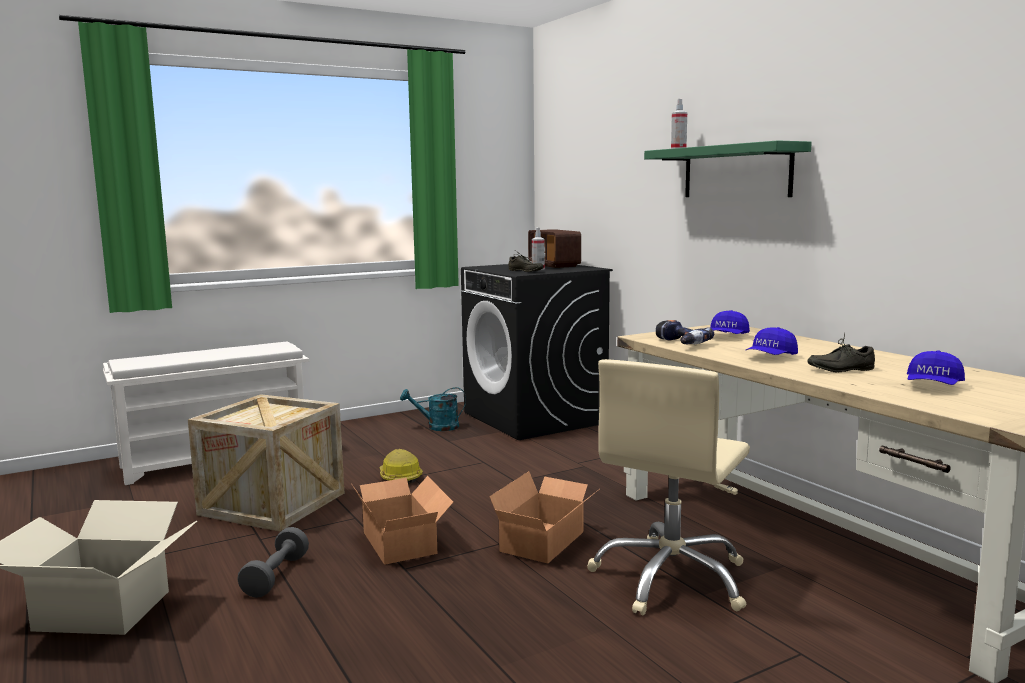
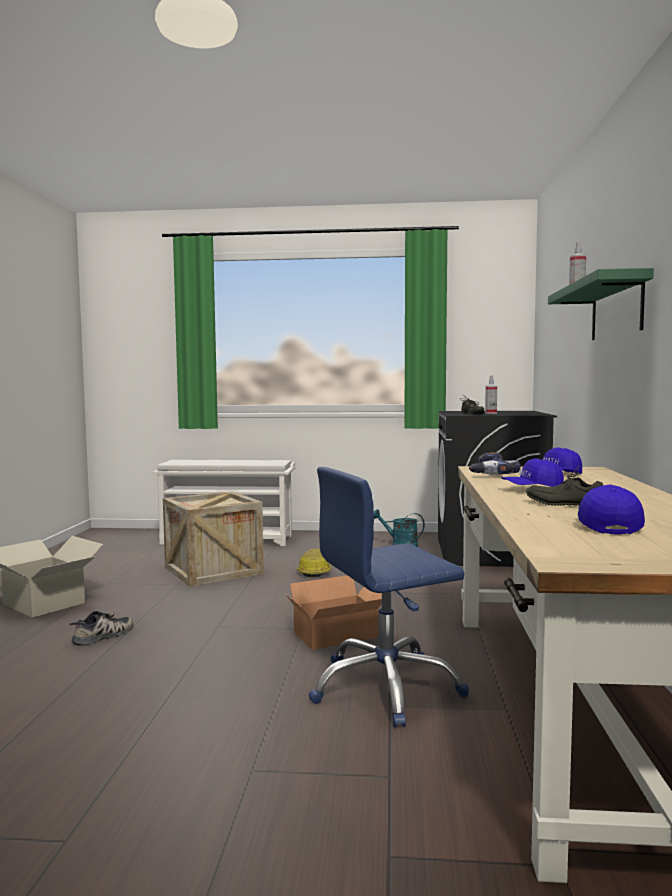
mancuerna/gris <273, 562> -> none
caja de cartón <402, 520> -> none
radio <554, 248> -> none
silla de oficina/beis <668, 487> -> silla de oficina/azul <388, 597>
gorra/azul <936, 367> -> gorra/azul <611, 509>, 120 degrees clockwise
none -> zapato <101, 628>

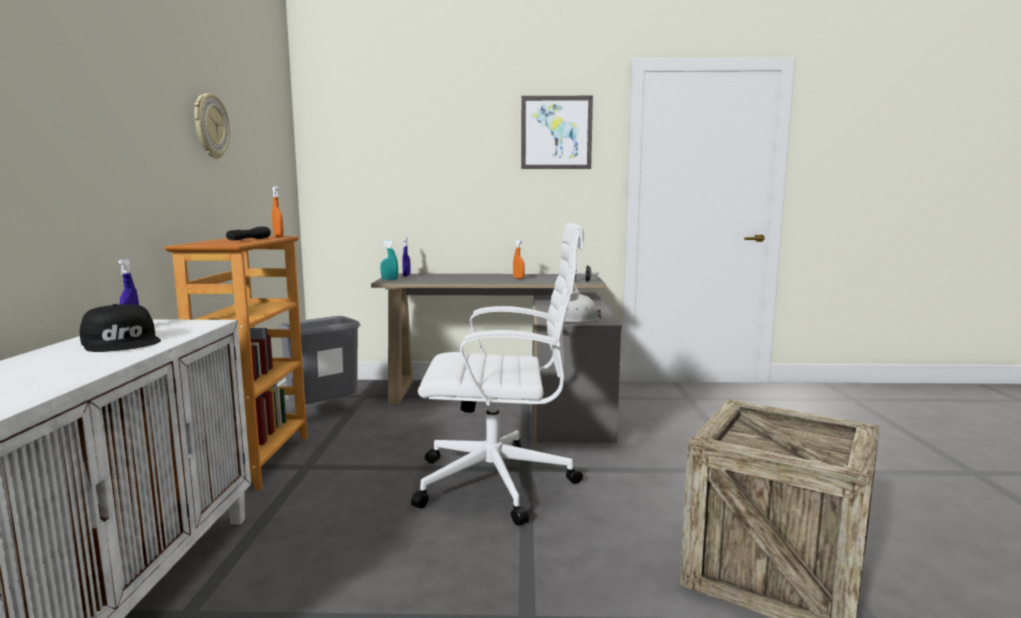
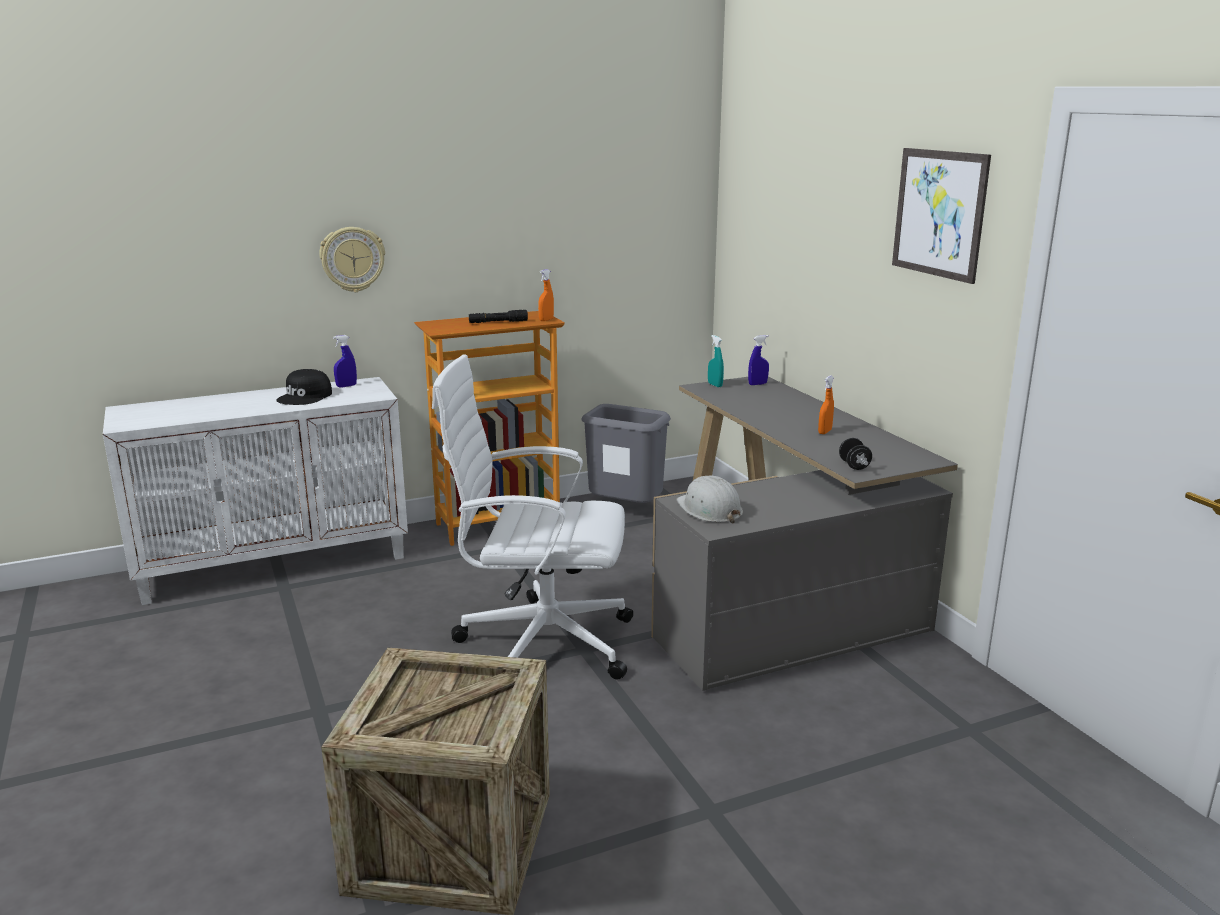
reloj de pared <212, 126> -> reloj de pared <352, 259>, shifted
silla de oficina/blanco <497, 374> -> silla de oficina/blanco <532, 517>, 120 degrees clockwise

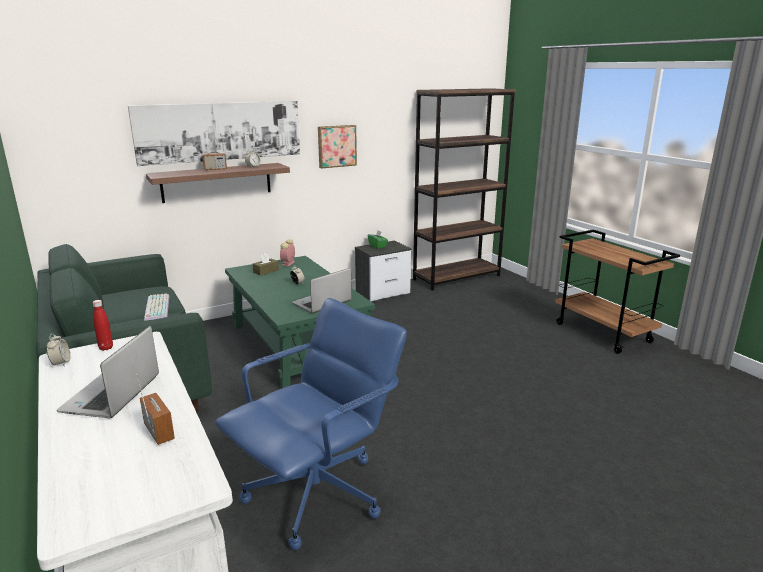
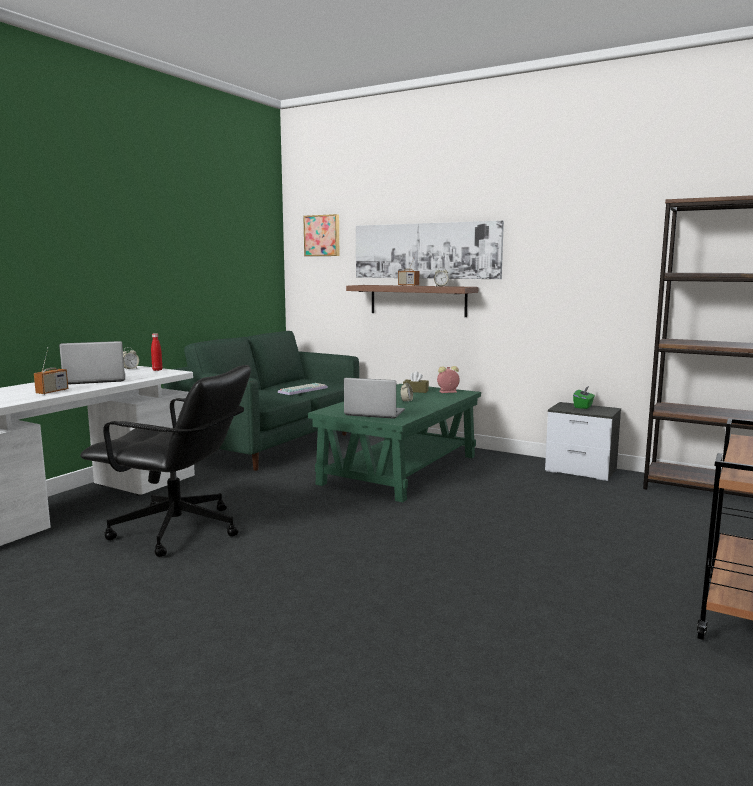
silla de oficina/azul <311, 424> -> silla de oficina/negro <165, 461>
cuadro <337, 147> -> cuadro <321, 235>, shifted

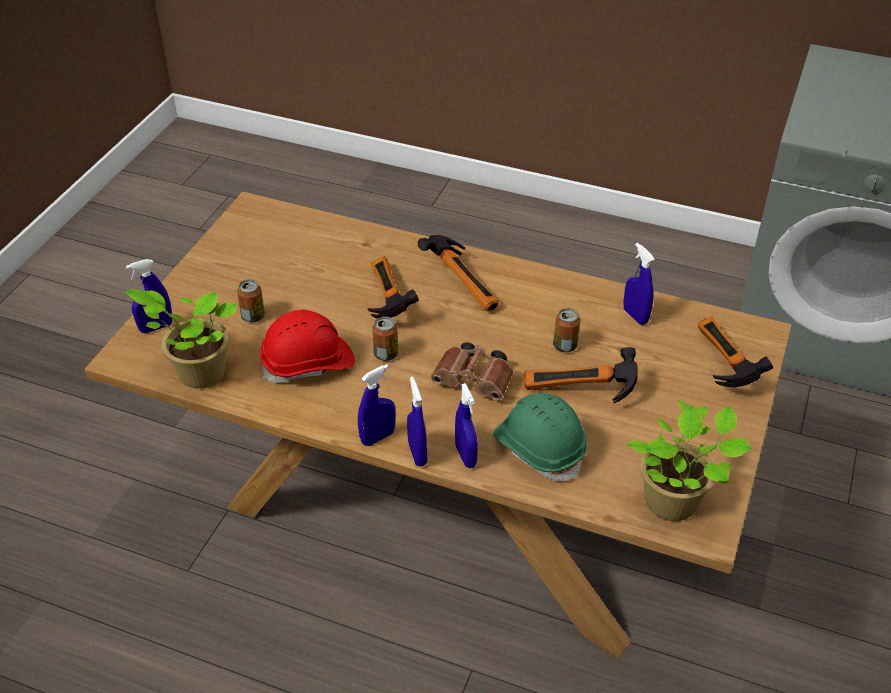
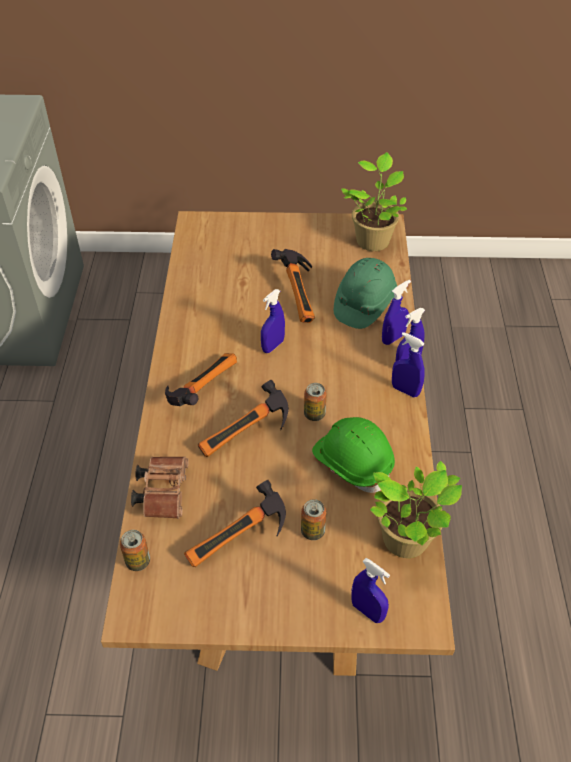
casco/rojo <307, 346> -> casco/verde <353, 455>
prismáticos/marrón <472, 371> -> prismáticos/marrón <160, 487>, shifted
lata <566, 330> -> lata <135, 550>, shifted
pulverizador/azul <639, 284> -> pulverizador/azul <273, 321>, shifted
martillo <735, 352> -> martillo <235, 523>, shifted

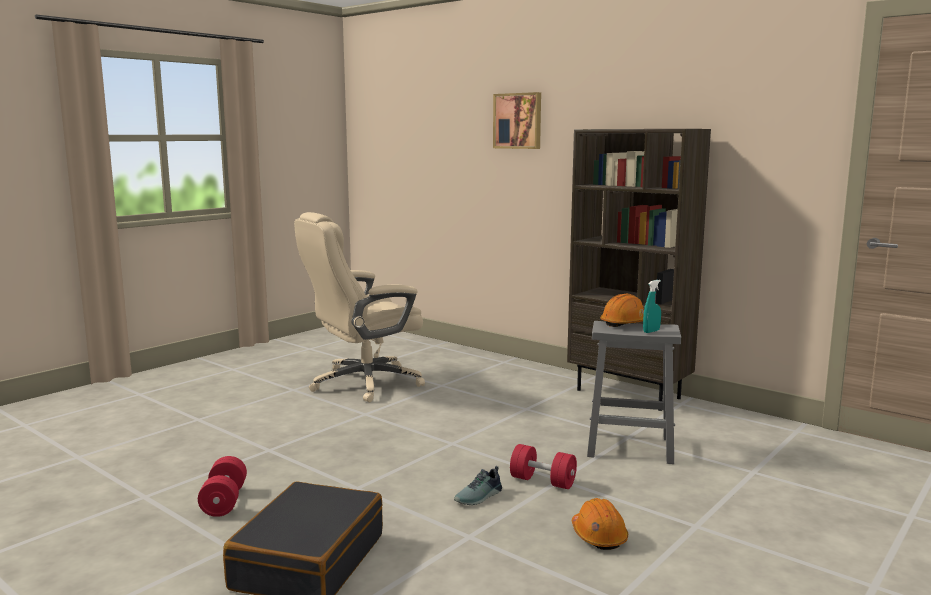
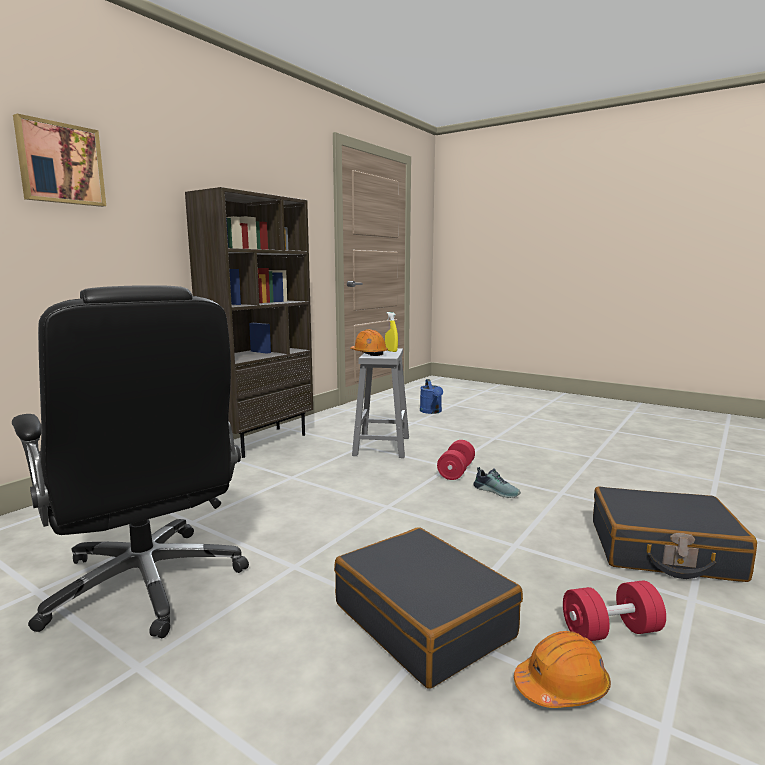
silla de oficina/beis <359, 307> -> silla de oficina/negro <130, 461>
casco/naranja <600, 524> -> casco/naranja <562, 669>, shifted
pulverizador/turquesa <652, 306> -> pulverizador/amarillo <391, 332>
none -> maleta/negro <428, 608>
none -> regadera/azul <431, 396>

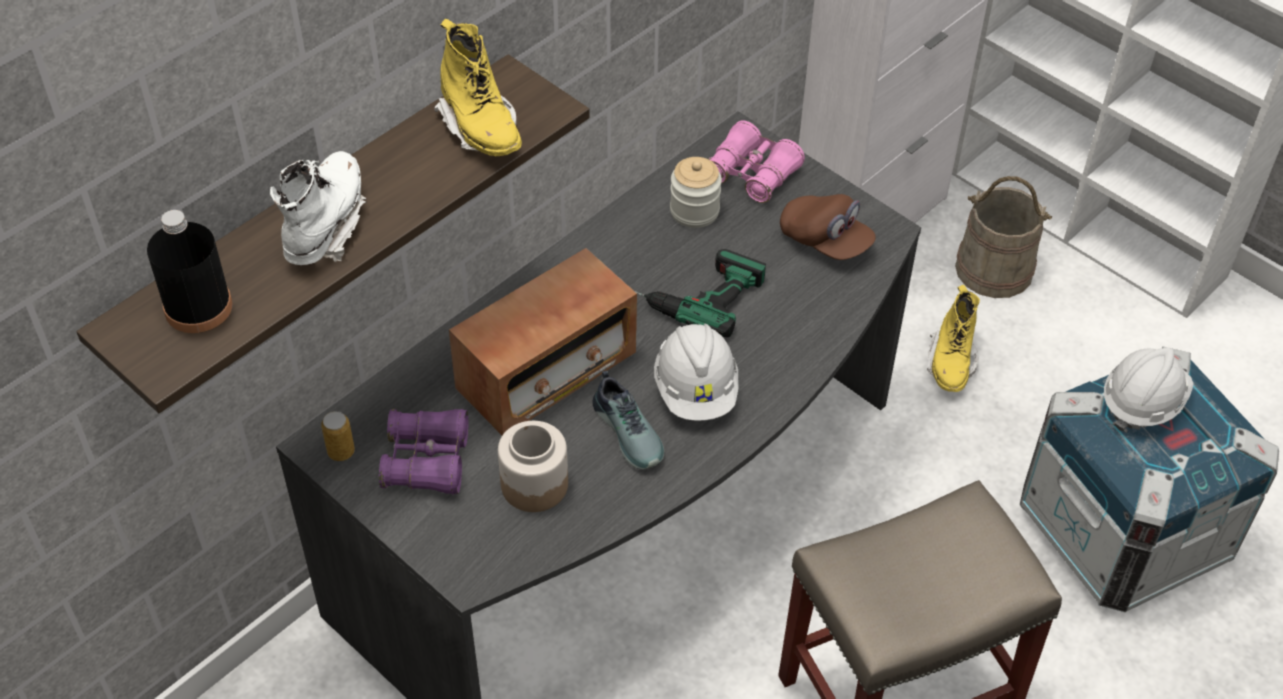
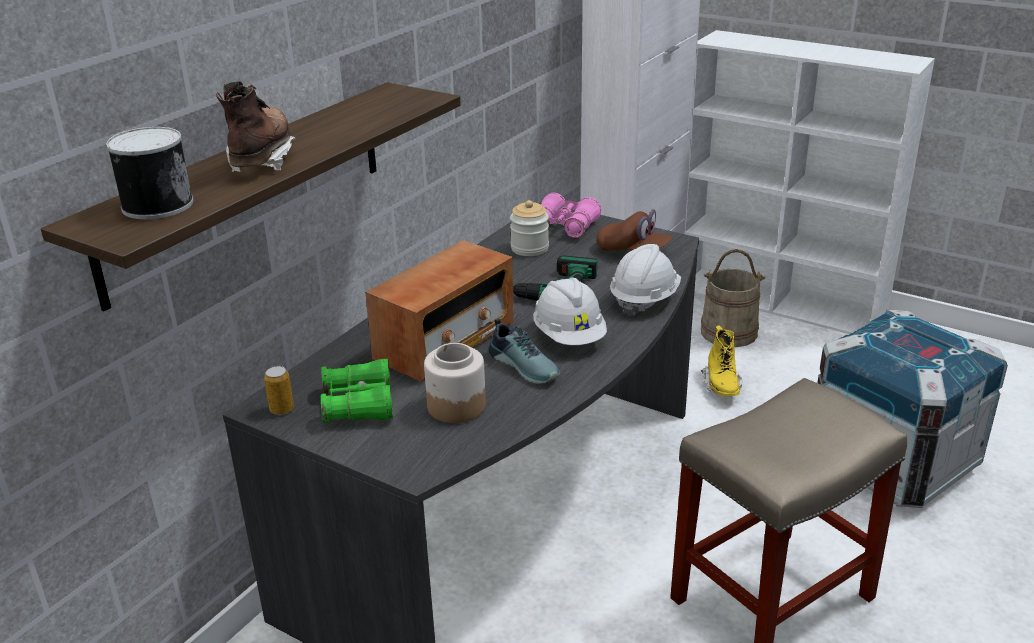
botella/negro <190, 271> -> lata <150, 173>
bota/blanco <318, 208> -> bota/marrón <256, 126>
prismáticos/morado <424, 452> -> prismáticos/verde <357, 391>
bota/amarillo <478, 87> -> none
casco/blanco <1149, 390> -> casco/blanco <645, 280>, shifted

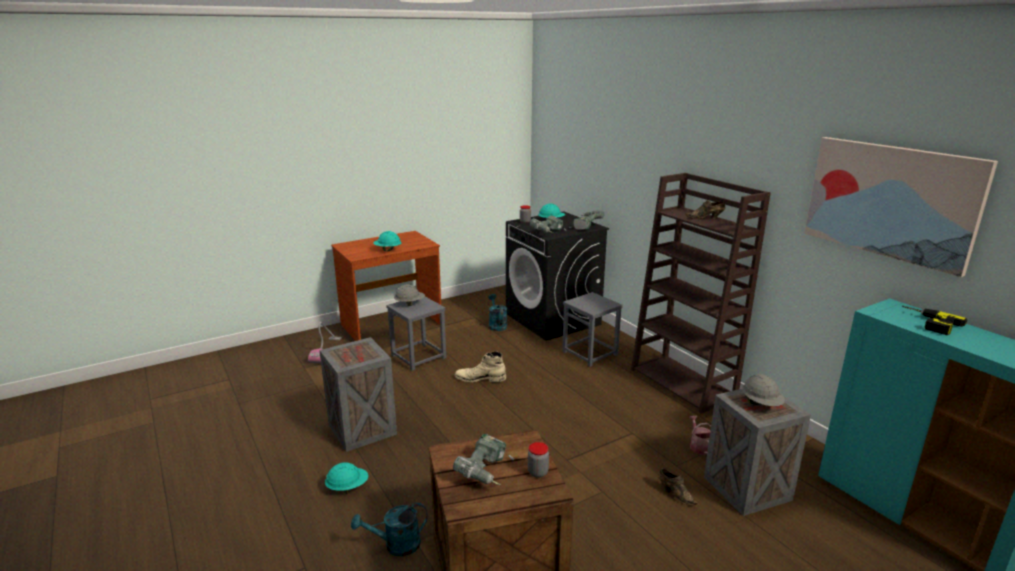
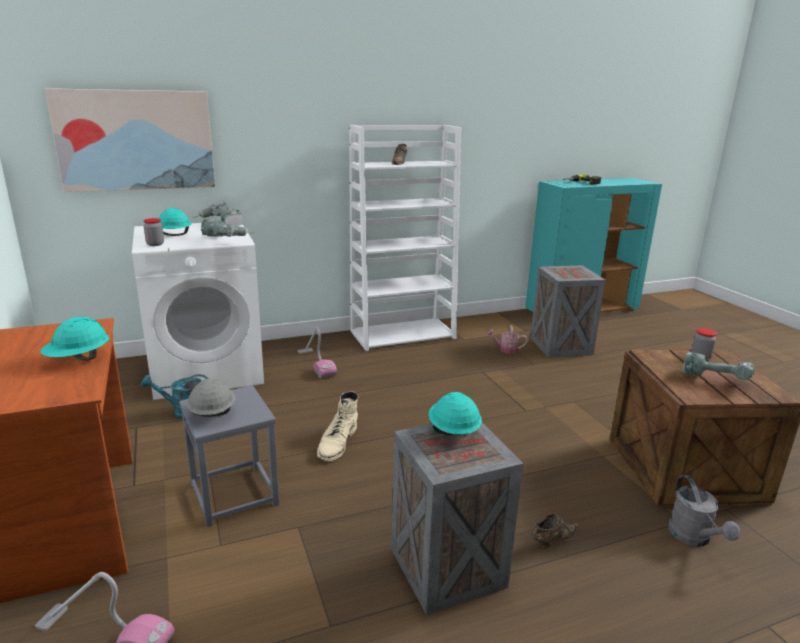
casco/turquesa <347, 478> -> casco/turquesa <455, 413>, shifted
regadera/turquesa <389, 529> -> regadera/gris <704, 511>
lavadora/negro <557, 276> -> lavadora/blanco <198, 311>
taburete/gris <592, 329> -> aspiradora <317, 352>
estantería/marrón <701, 293> -> estantería/blanco <405, 238>
zapato/marrón <677, 486> -> zapato/marrón <555, 531>, shifted
casco/gris <763, 390> -> none
cuadro <901, 207> -> cuadro <130, 140>, shifted

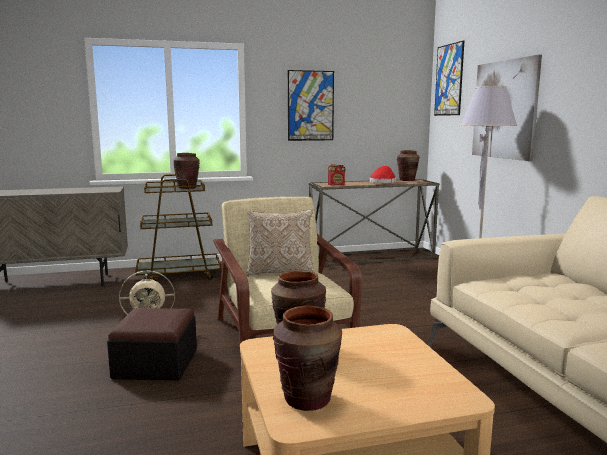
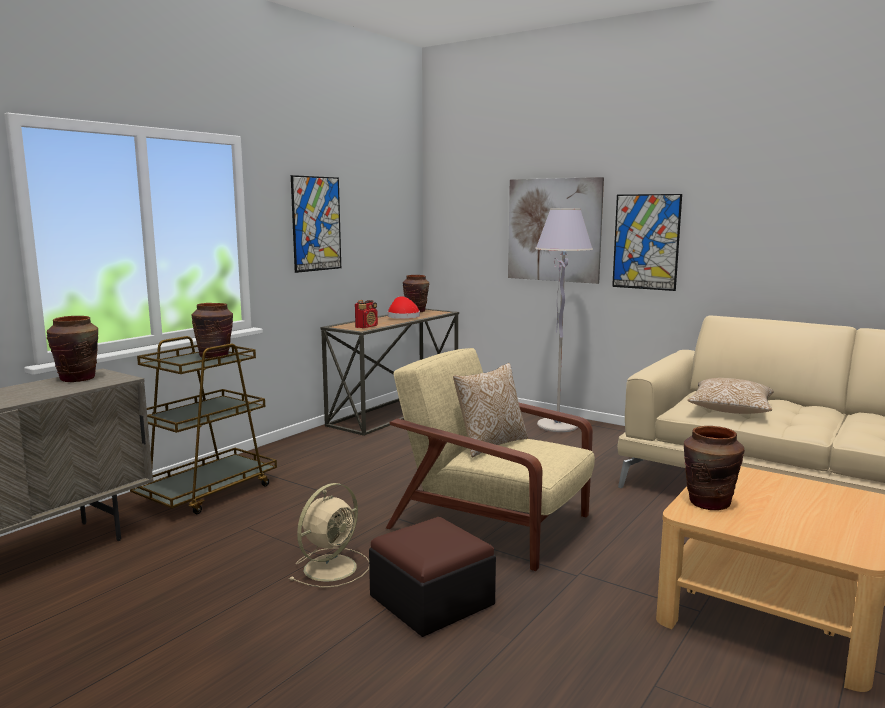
florero/marrón <307, 358> -> florero/marrón <72, 349>, shifted
cuadro <449, 78> -> cuadro <647, 242>, shifted
none -> cojín <731, 396>

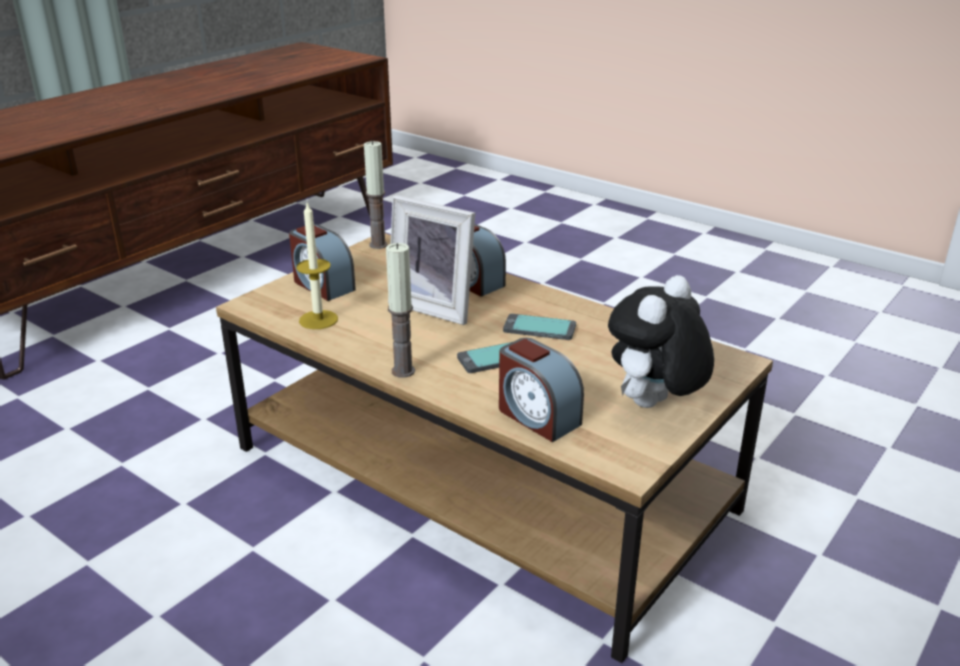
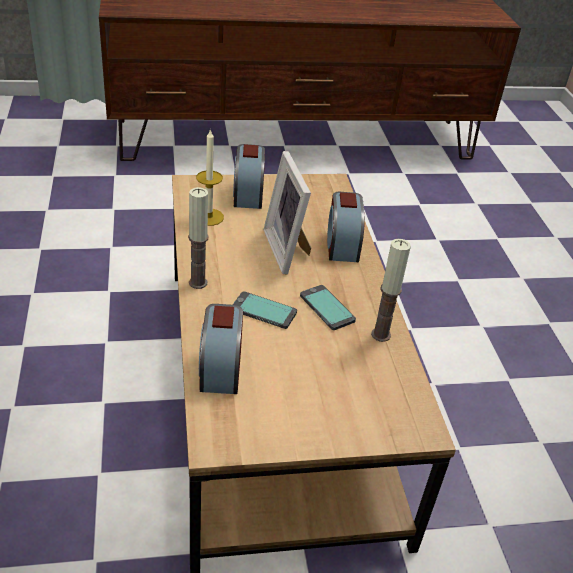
vela <376, 194> -> vela <391, 290>, shifted
peluche <661, 341> -> none

